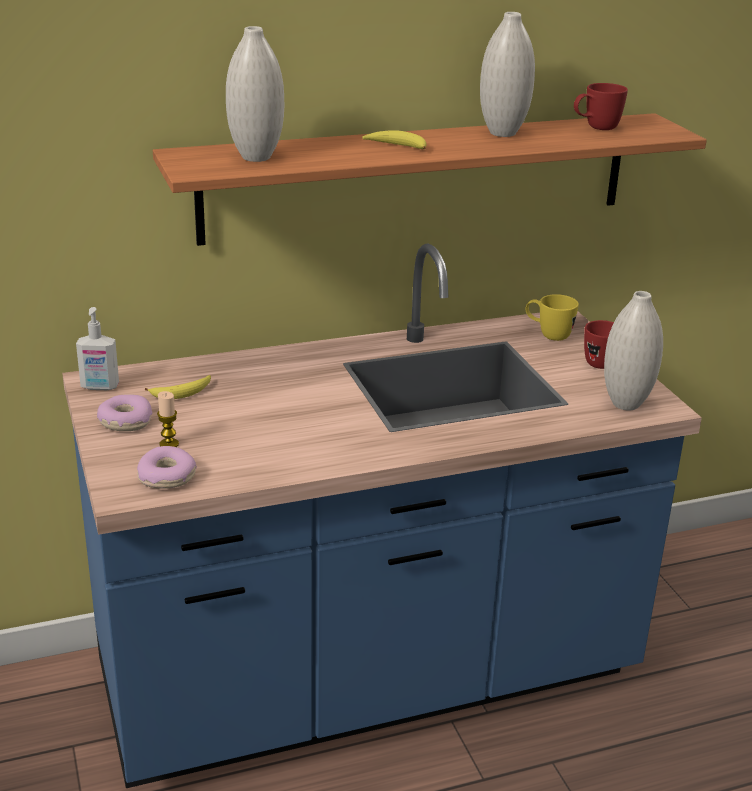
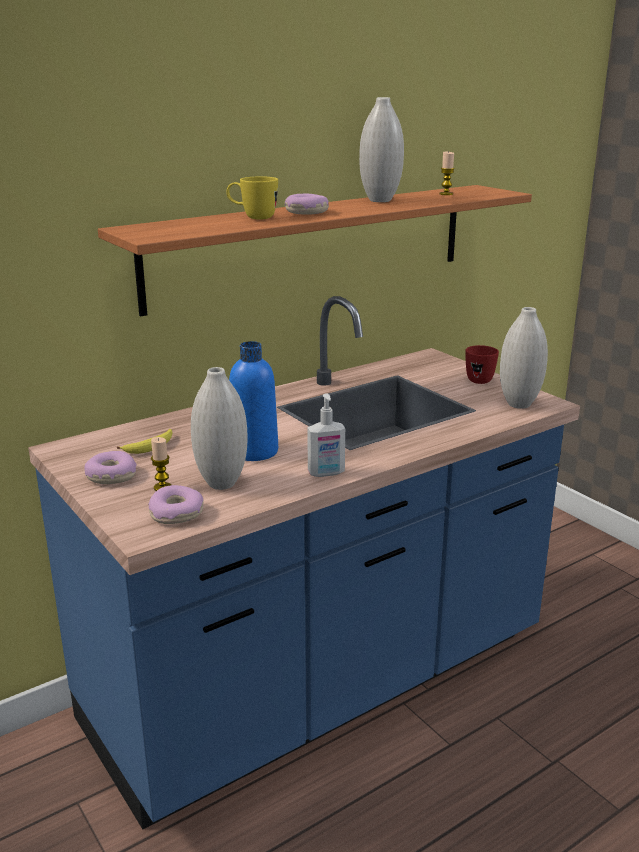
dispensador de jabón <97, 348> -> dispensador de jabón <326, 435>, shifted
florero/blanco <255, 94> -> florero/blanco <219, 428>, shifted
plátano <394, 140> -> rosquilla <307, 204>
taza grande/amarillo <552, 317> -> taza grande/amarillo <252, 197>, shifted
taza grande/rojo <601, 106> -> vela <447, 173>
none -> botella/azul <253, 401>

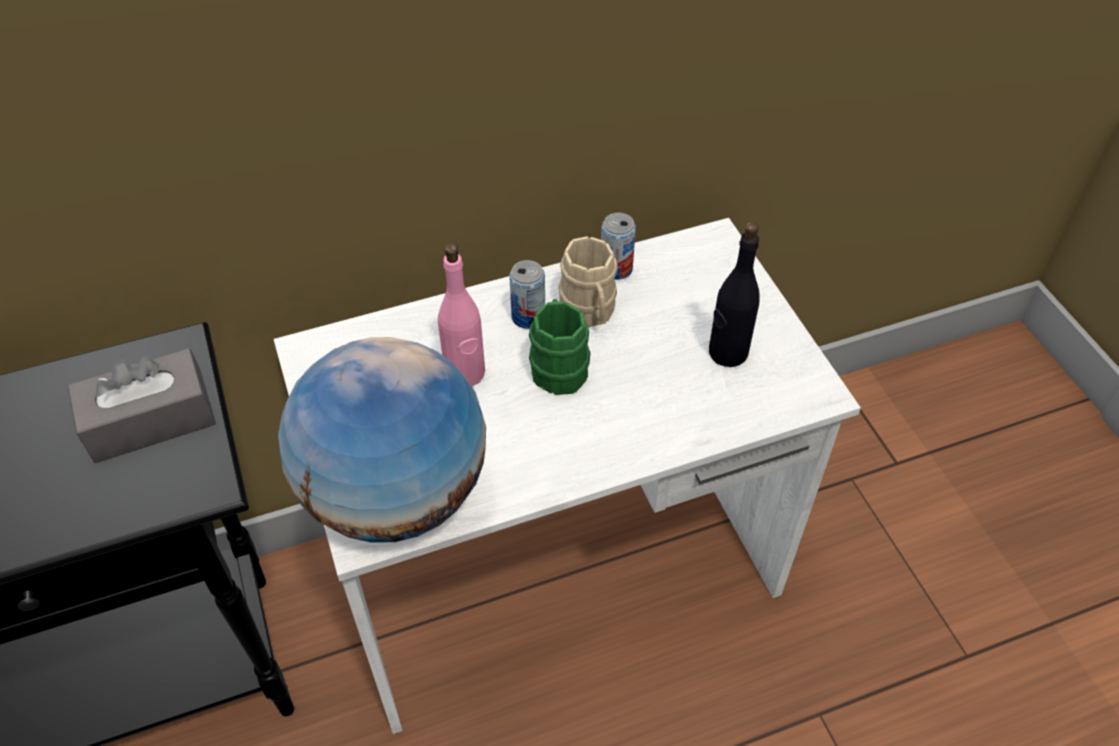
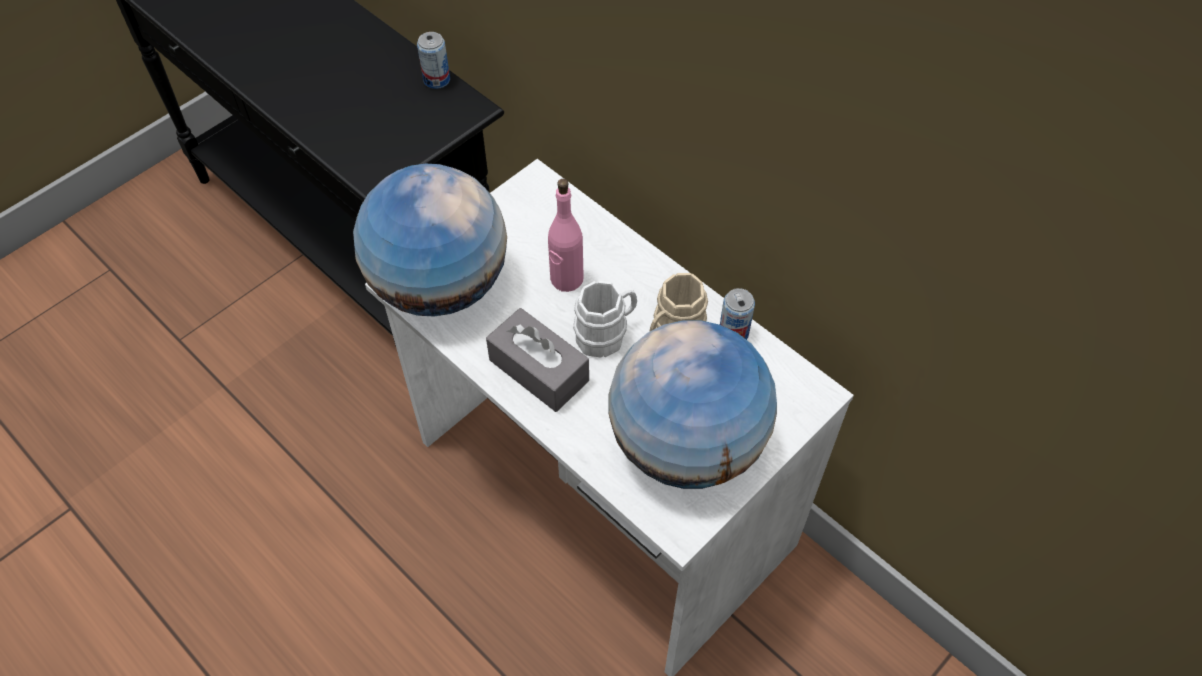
caja de pañuelos/gris <142, 406> -> caja de pañuelos/gris <537, 360>, shifted
lata <527, 294> -> lata <433, 60>, shifted
taza grande/verde <559, 347> -> taza grande/blanco <605, 319>
botella/negro <734, 294> -> globo terráqueo <692, 405>

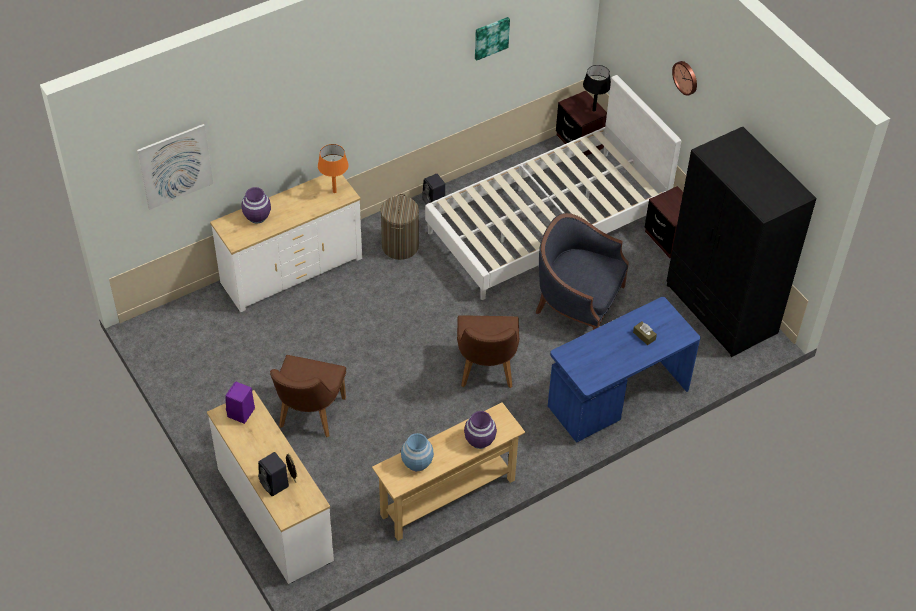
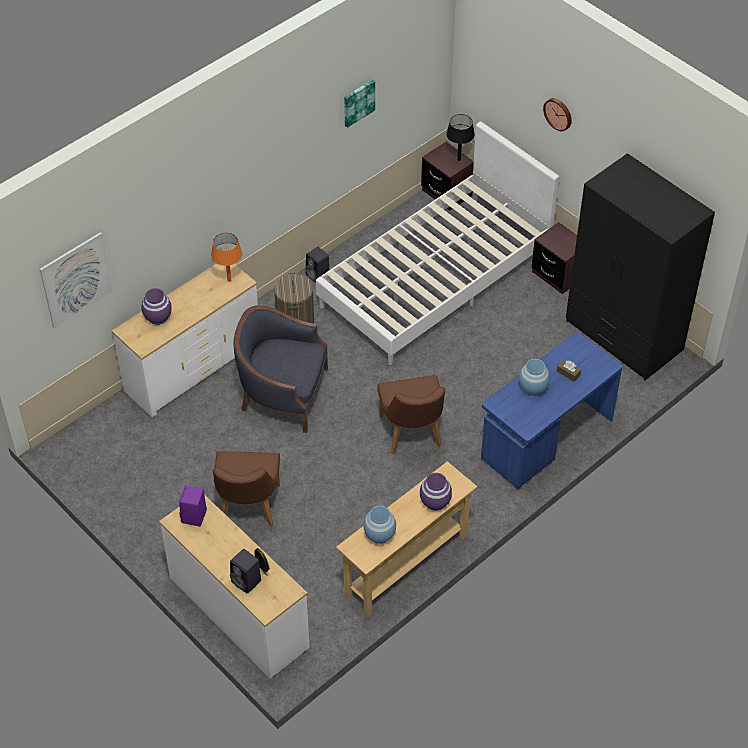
sillón/azul <582, 271> -> sillón/azul <281, 369>, shifted
none -> florero/azul <534, 377>

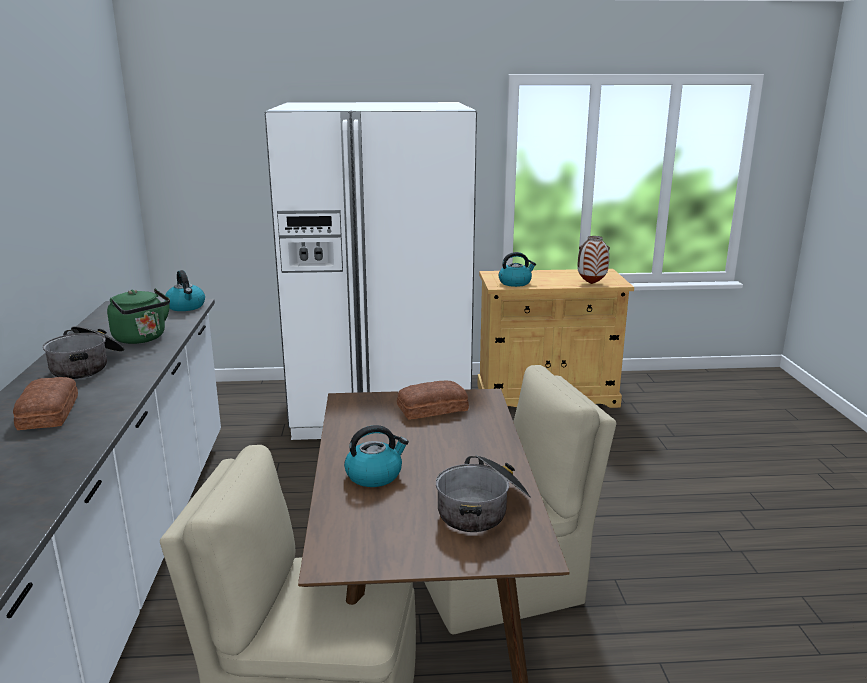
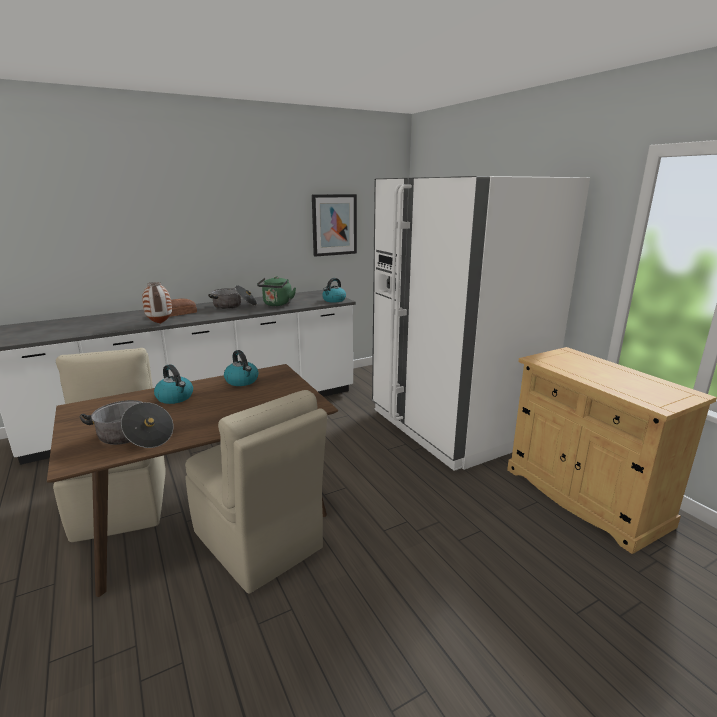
pan <433, 400> -> none
hervidor <517, 269> -> hervidor <241, 368>, shifted
florero <594, 260> -> florero <157, 303>, shifted
none -> cuadro <334, 225>

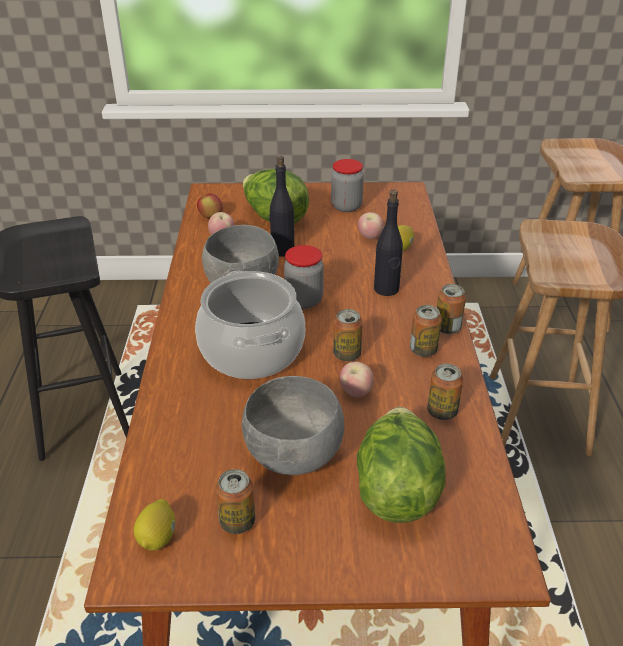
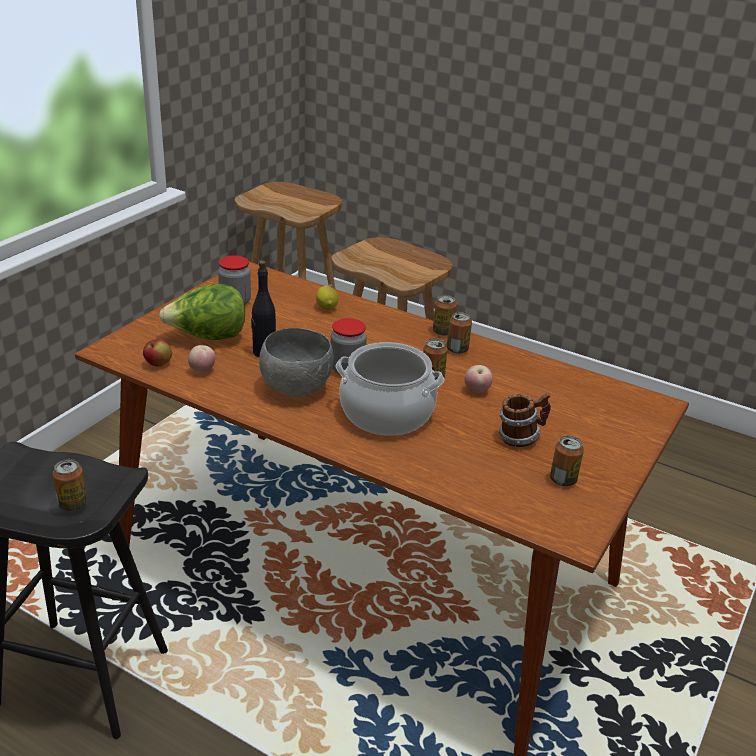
limón <154, 524> -> none
cuenco/gris <293, 425> -> taza grande <524, 420>
lechuga <401, 465> -> none
manzana <371, 225> -> none
botella/negro <388, 243> -> none
lata <445, 392> -> lata <69, 485>, shifted

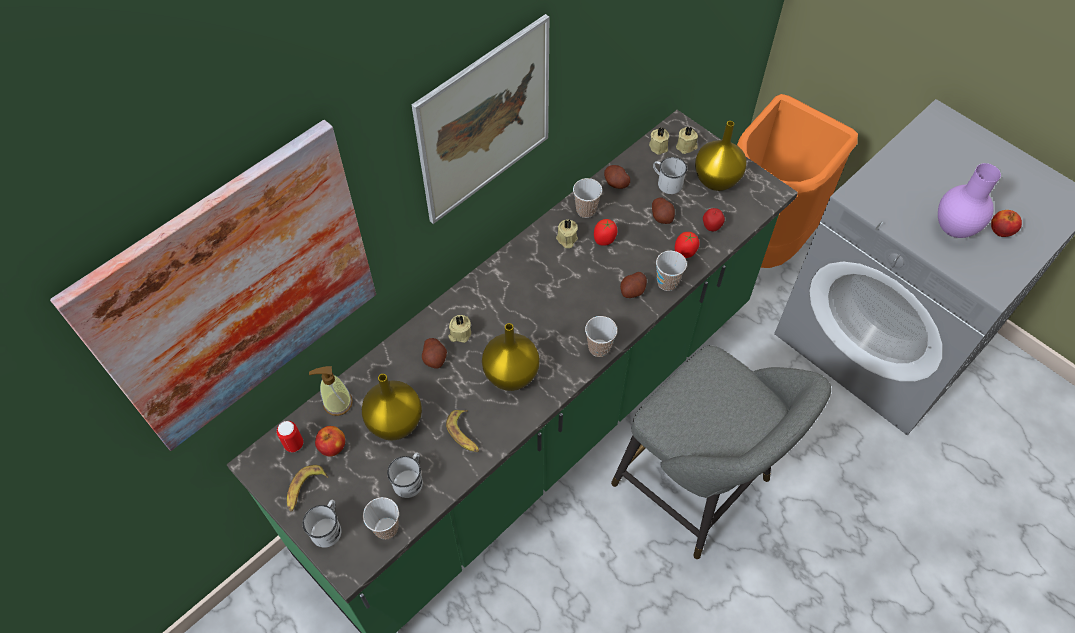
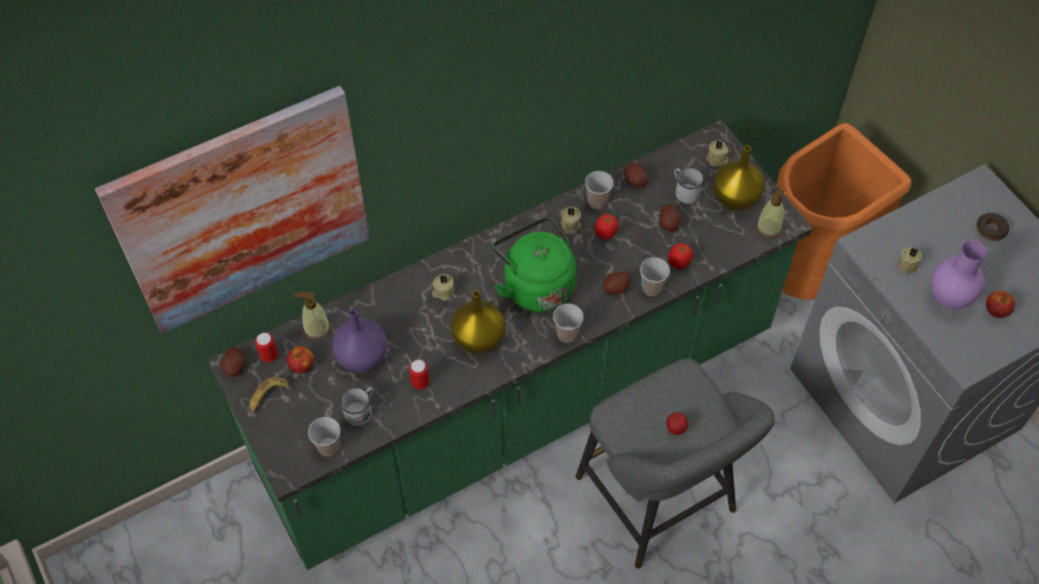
taza grande/blanco <322, 524> -> none
florero/amarillo <392, 407> -> florero/morado <359, 341>
cuadro <480, 119> -> none
patata <434, 353> -> patata <233, 362>, shifted
plátano <462, 431> -> lata <419, 374>
vela/beis <659, 141> -> vela/beis <910, 260>, shifted
manzana <714, 219> -> manzana <677, 423>, shifted
none -> hervidor/verde <534, 264>
none -> dispensador de jabón <770, 213>
none -> rosquilla <992, 227>

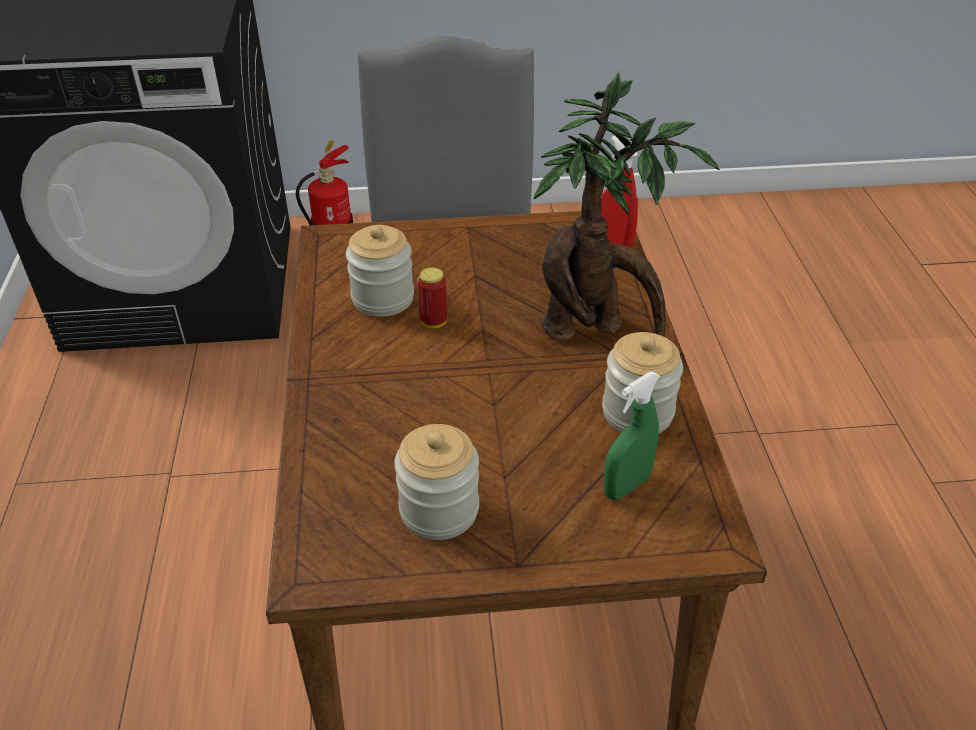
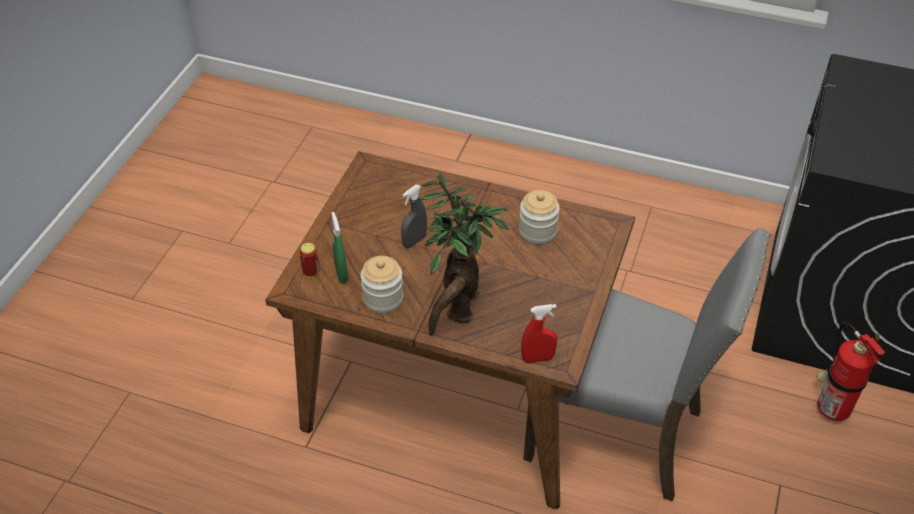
tarro <436, 482> -> none
lata <432, 297> -> lata <309, 260>, shifted
none -> pulverizador/gris <414, 216>

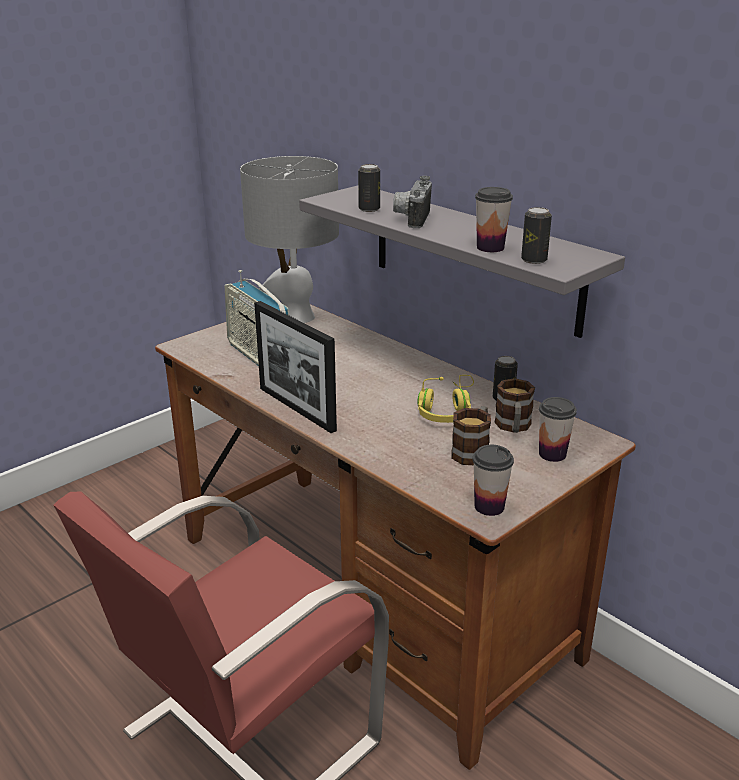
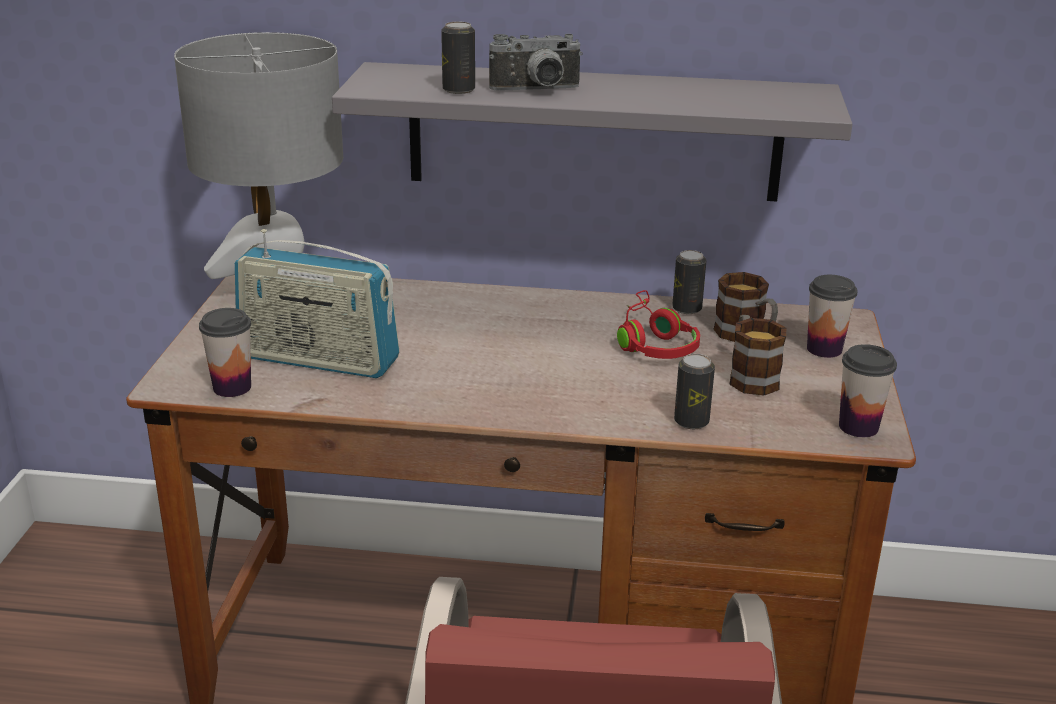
portarretratos <295, 367> -> none
cámara <412, 202> -> cámara <536, 62>, 75 degrees counterclockwise
auriculares/amarillo <445, 399> -> auriculares/rojo <658, 324>
taza <494, 219> -> taza <225, 352>, shifted
lata <536, 235> -> lata <694, 391>, shifted

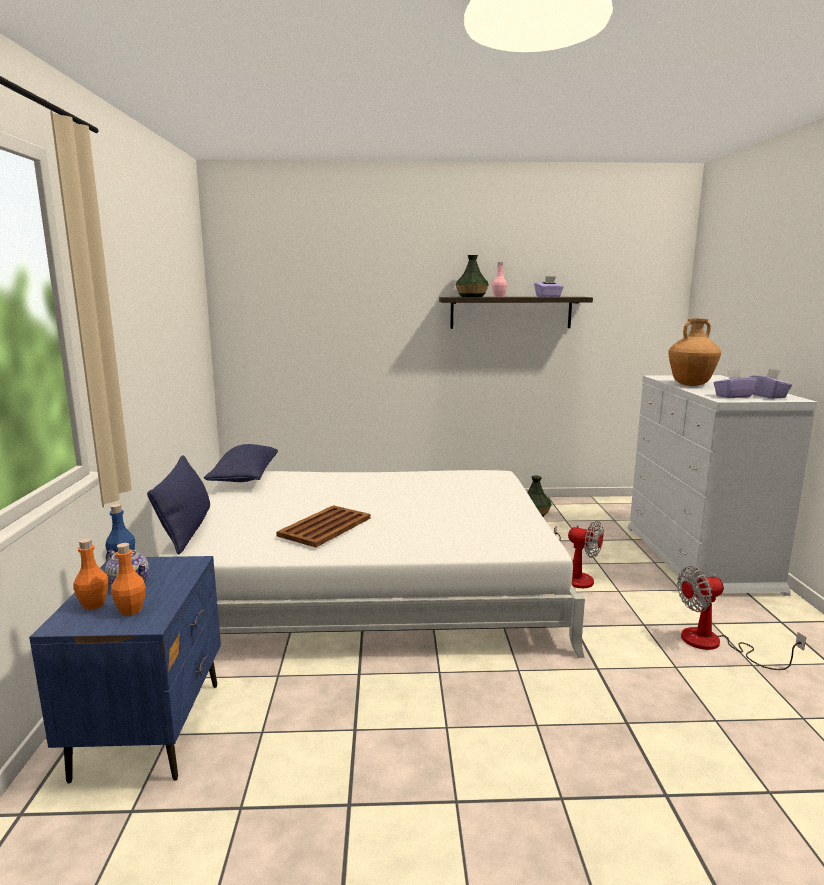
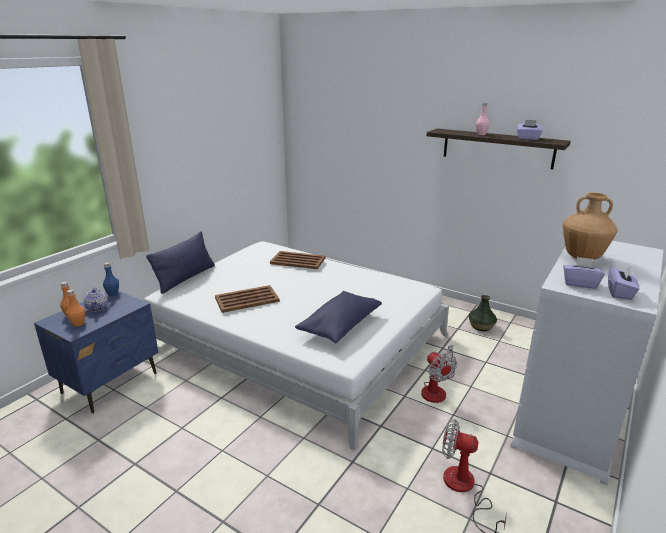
cojín/azul <241, 463> -> cojín/azul <338, 317>, shifted
florero <472, 276> -> none
none -> bandeja/marrón <297, 260>

